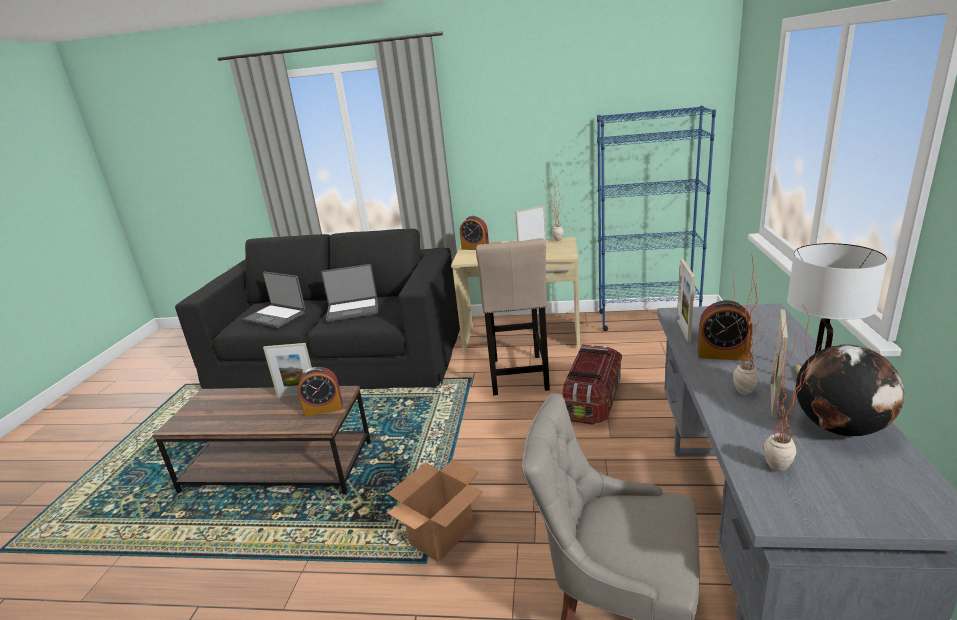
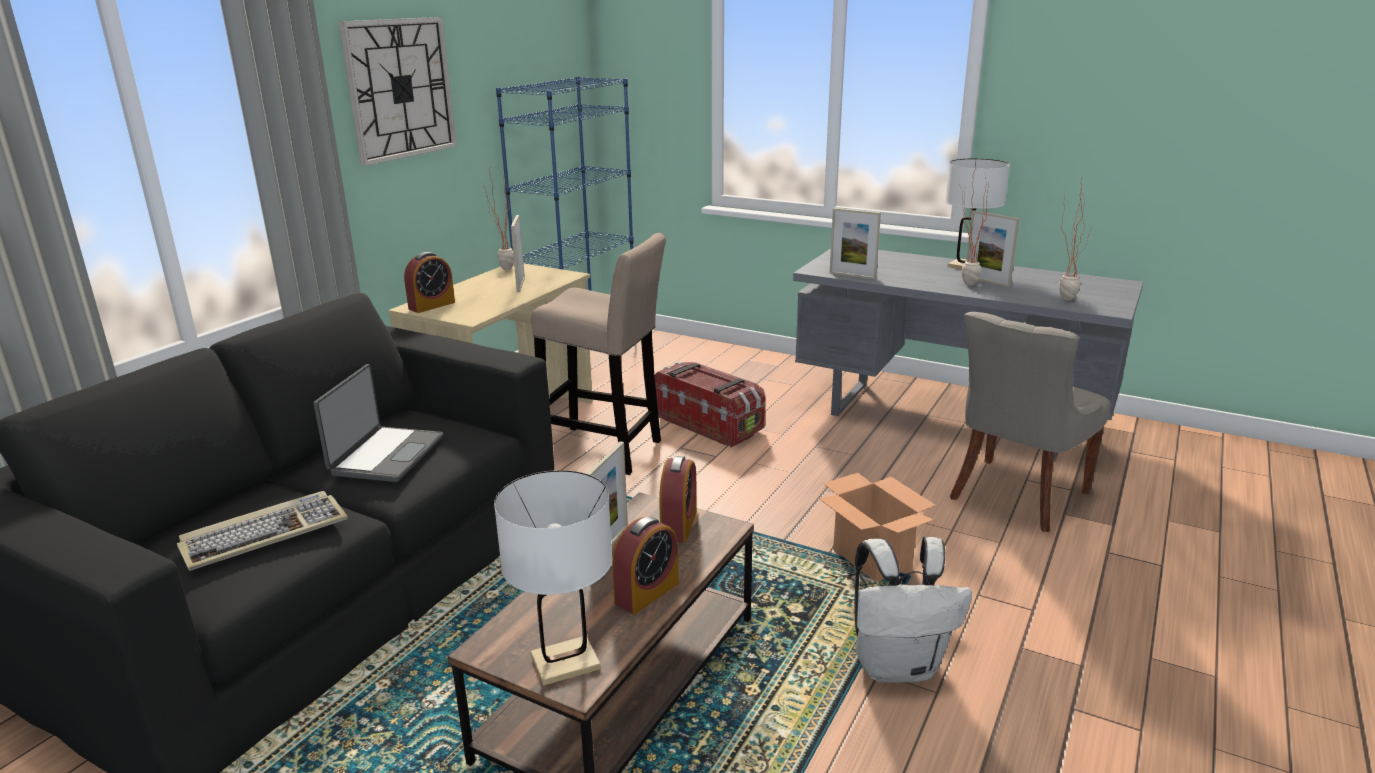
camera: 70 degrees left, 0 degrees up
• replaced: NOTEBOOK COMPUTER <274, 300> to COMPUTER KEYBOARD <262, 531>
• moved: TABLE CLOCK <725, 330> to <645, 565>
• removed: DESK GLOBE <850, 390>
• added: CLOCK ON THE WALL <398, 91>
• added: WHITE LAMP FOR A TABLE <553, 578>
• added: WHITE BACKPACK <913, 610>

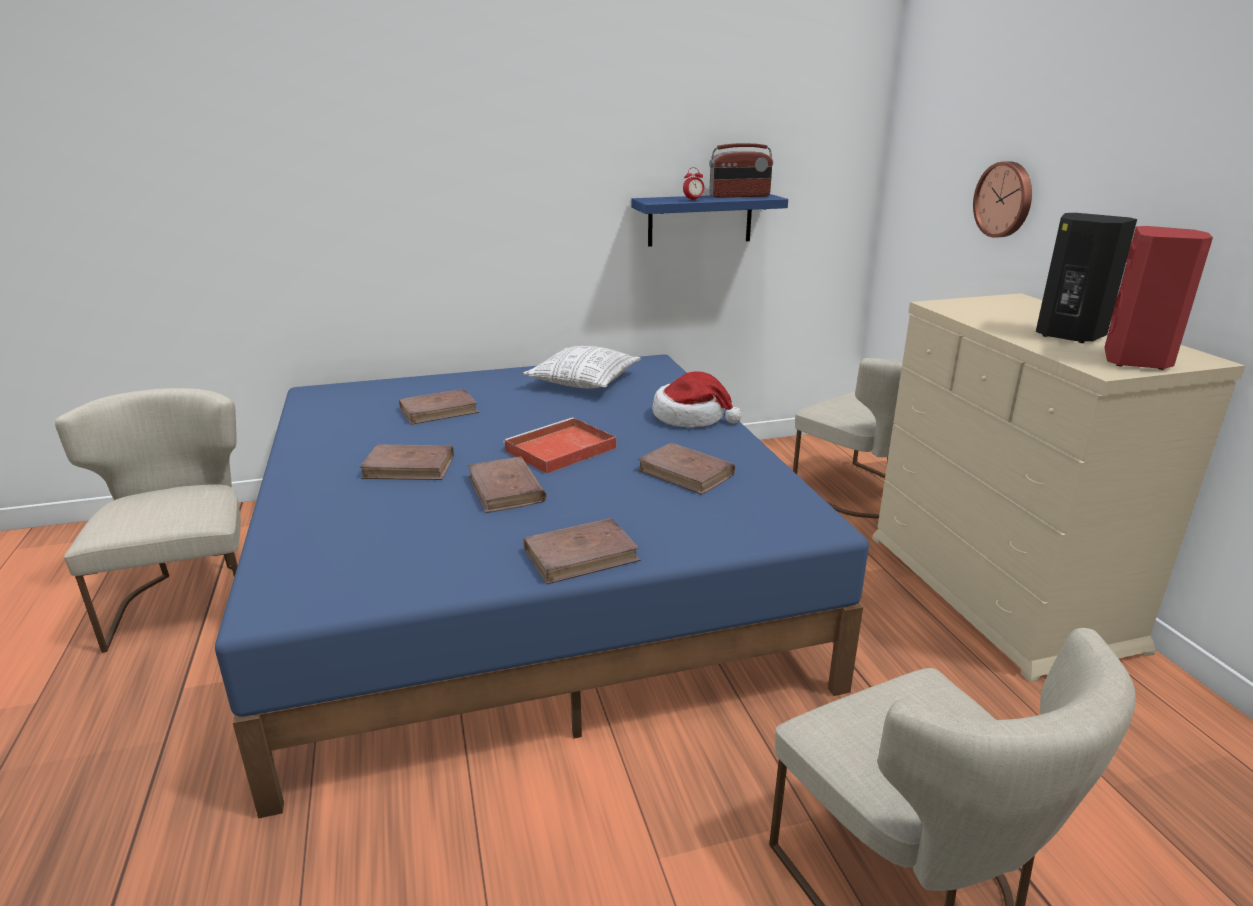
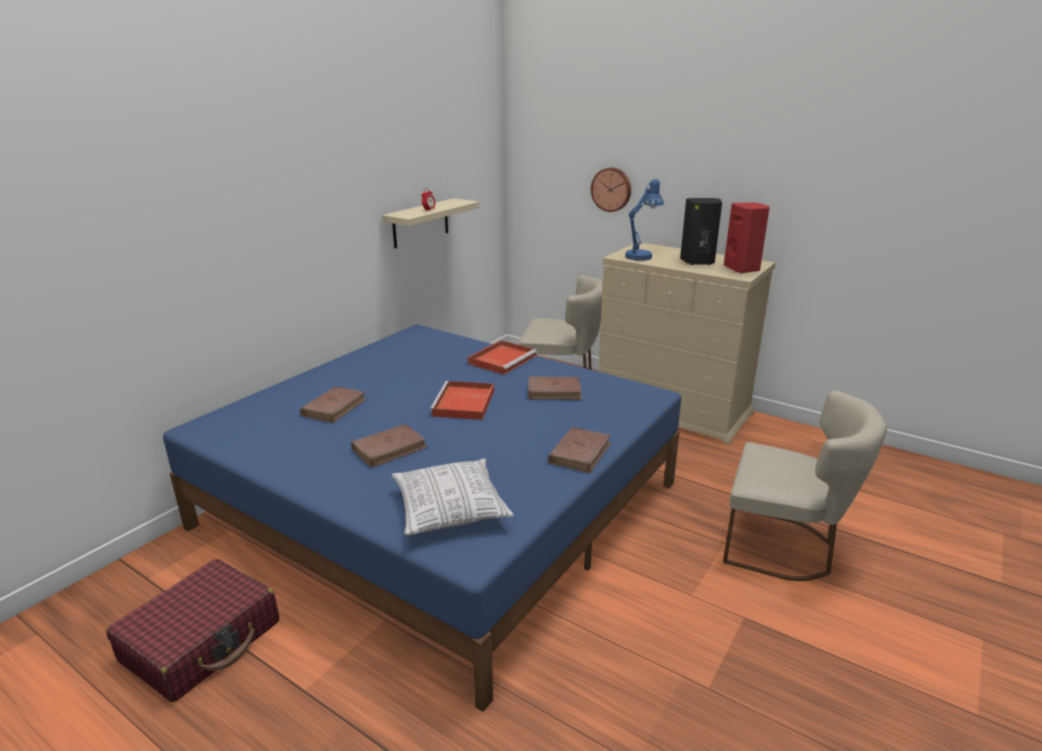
camera: 40 degrees left, 0 degrees up
• replaced: BEIGE-COLOURED CHAIR <148, 520> to RED-COLOURED TRAVEL CASE <192, 630>
• removed: BROWNISH VOLUME <506, 484>
• moved: PILLOW <582, 367> to <453, 496>
• recoloured: BLUE-COLOURED BRACKET SHELF <709, 220> to BEIGE-COLOURED BRACKET SHELF <430, 223>
• replaced: WEARABLE HAT <697, 399> to RED-COLOURED TRAY <502, 357>
• removed: RADIO SET <741, 170>
• added: BLUE-COLOURED LAMP FOR A TABLE <644, 220>

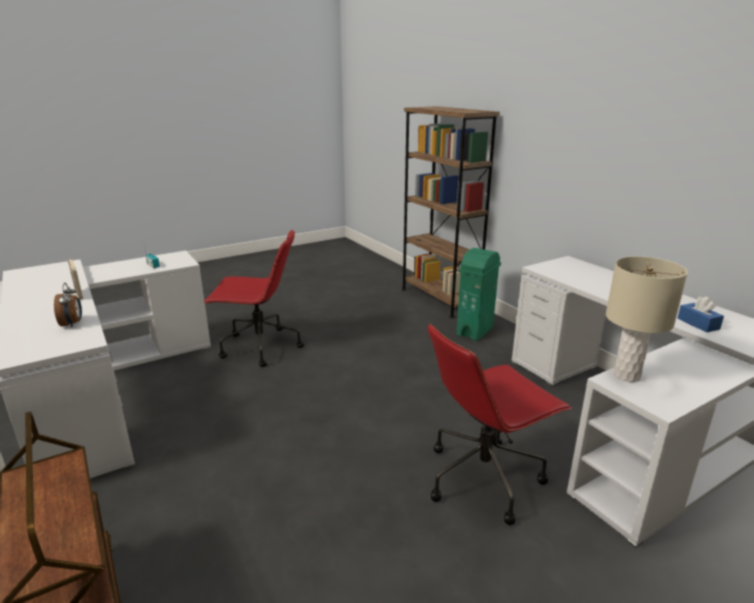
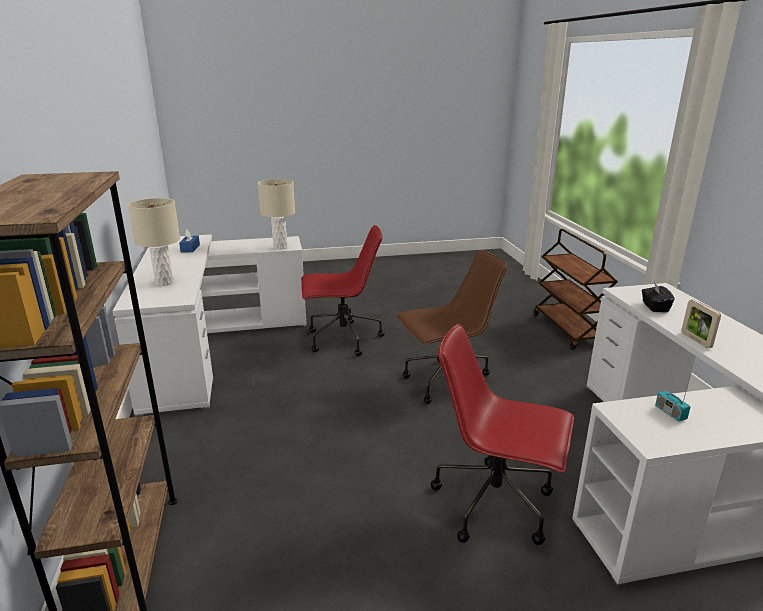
camera: 160 degrees left, 0 degrees up
• replaced: TABLE CLOCK <68, 305> to BLACKISH BOX OF TISSUES <658, 297>
• removed: GREEN-COLOURED TRASH CAN <478, 294>
• added: BEIGE-COLOURED LAMP FOR A TABLE <154, 242>
• added: BROWNISH COMPUTER CHAIR <451, 327>

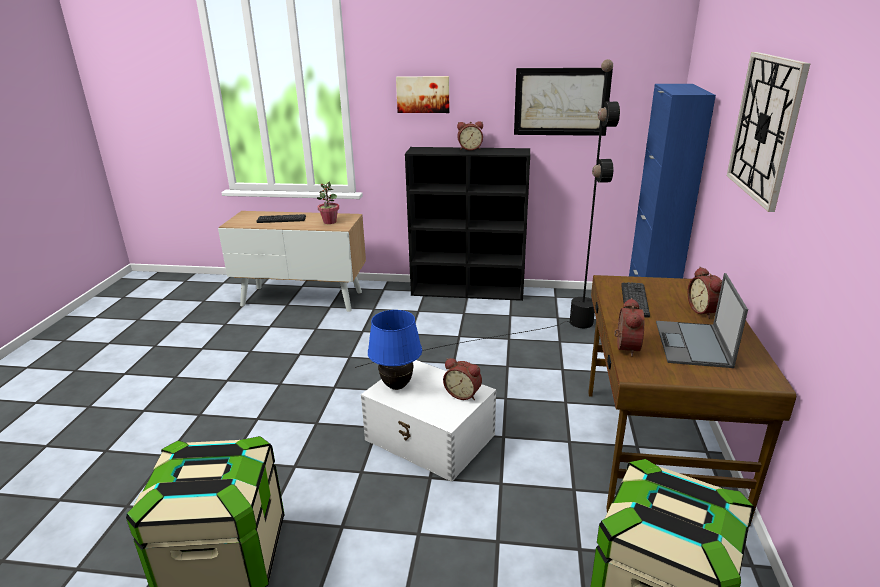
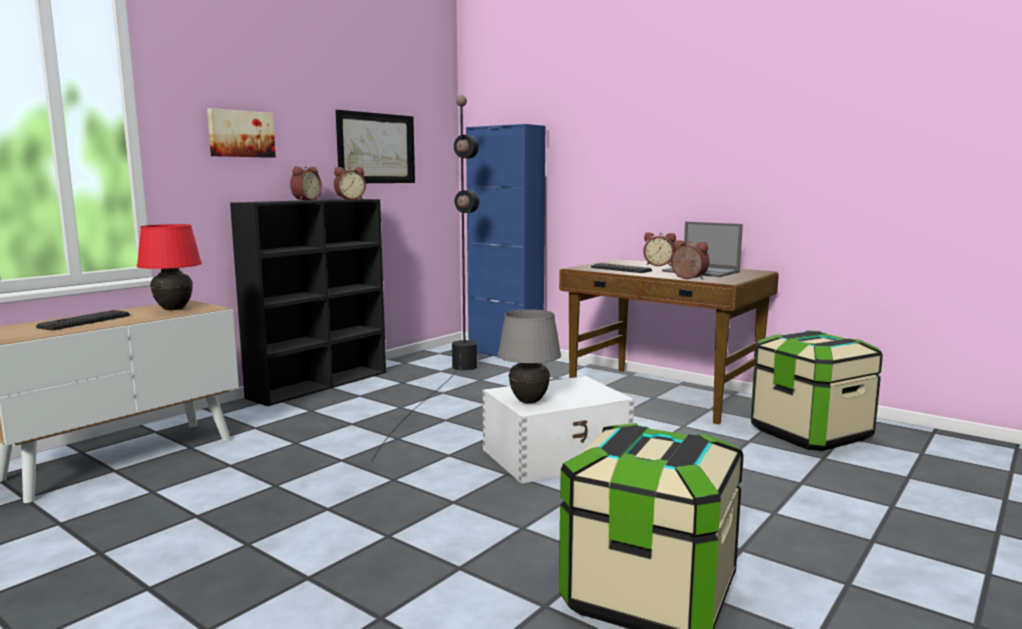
camera: 60 degrees left, 15 degrees down
• replaced: HOUSEPLANT <328, 203> to RED-COLOURED LAMP FOR A TABLE <169, 267>
• recoloured: BLUE-COLOURED LAMP FOR A TABLE <395, 350> to GREYISH LAMP FOR A TABLE <529, 356>
• moved: TABLE CLOCK <462, 379> to <350, 183>
• removed: CLOCK ON THE WALL <769, 132>

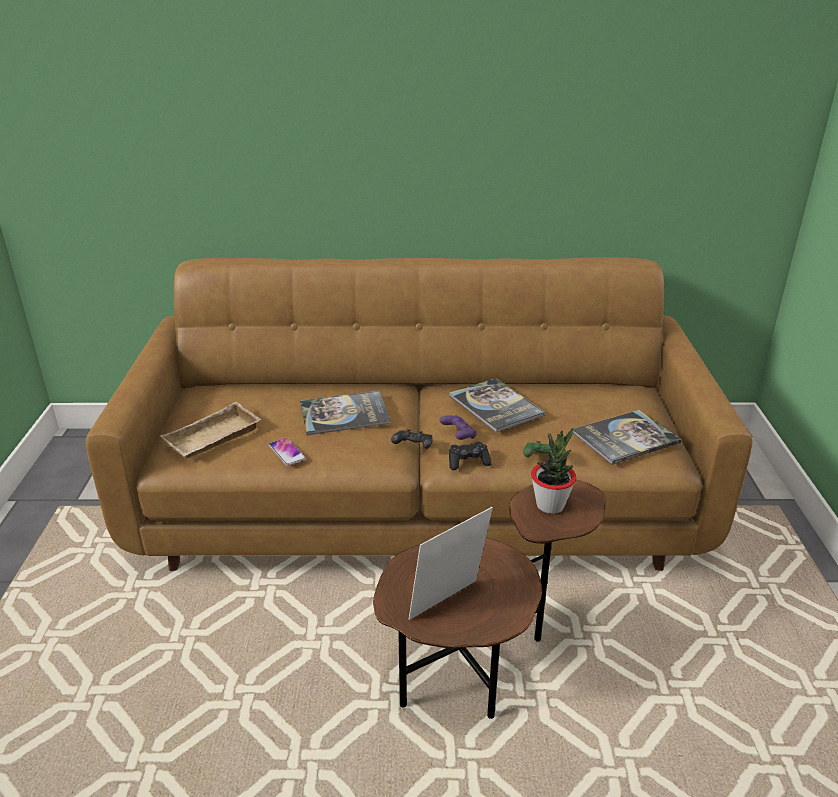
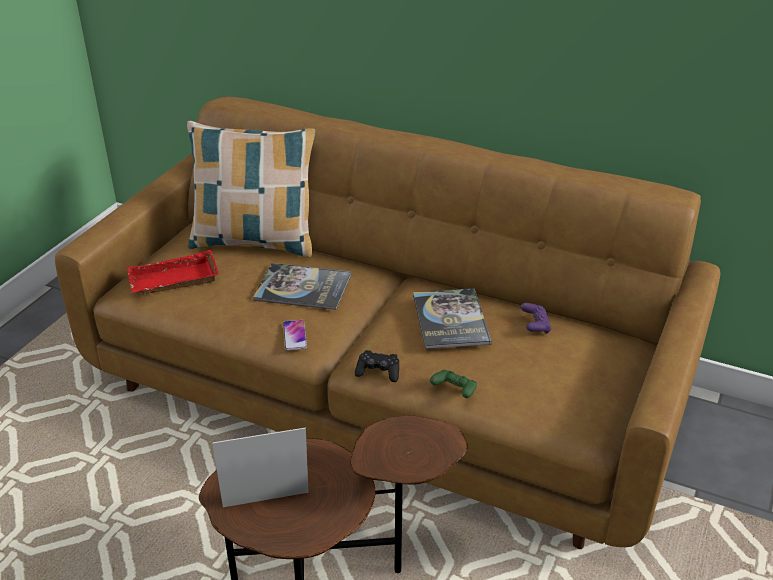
camera: 25 degrees right, 5 degrees up
• recoloured: BEIGE-COLOURED TRAY <211, 430> to RED-COLOURED TRAY <173, 272>
• moved: TELEPHONE <287, 452> to <295, 335>
• removed: BLACKISH GAMEPAD <411, 439>
• moved: PURPLE-COLOURED GAMEPAD <458, 427> to <536, 318>
• removed: HOUSEPLANT <553, 471>
• removed: VOLUME <627, 437>
• added: PILLOW <251, 189>

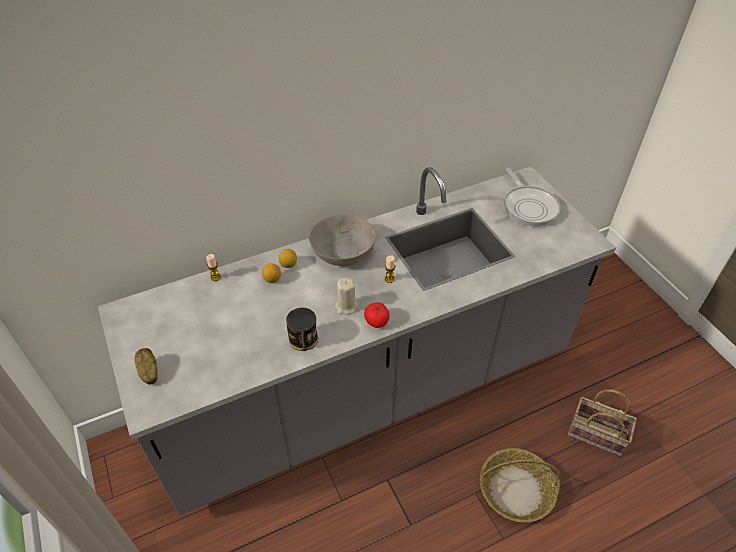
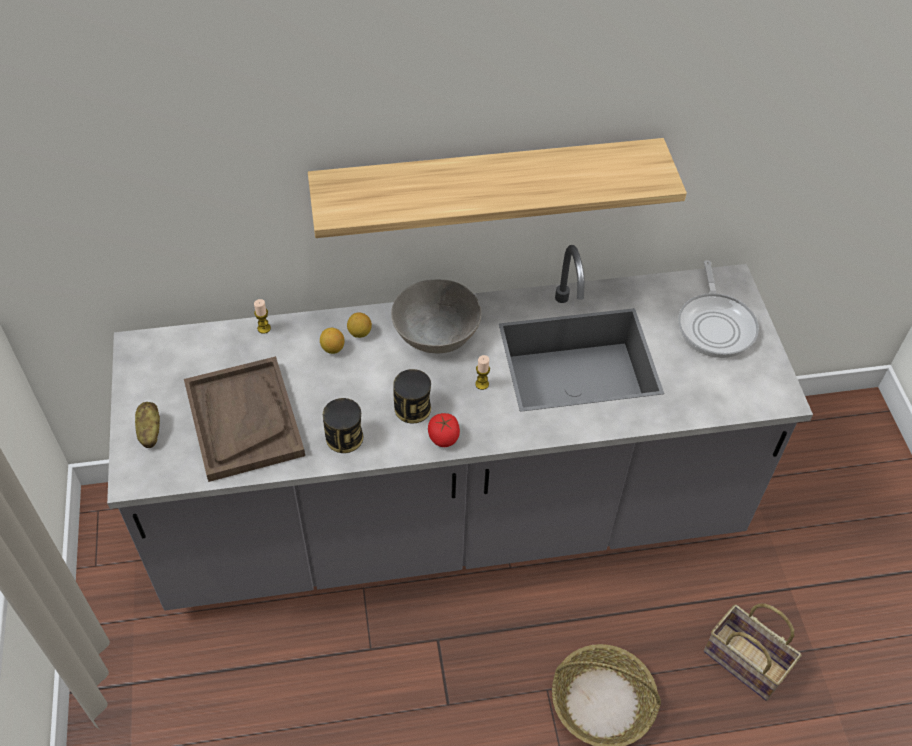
camera: 15 degrees right, 5 degrees up
• replaced: BEIGE-COLOURED WAX LIGHT <346, 296> to CAN <412, 396>
• added: BROWNISH TRAY <244, 419>
• added: BRACKET SHELF <497, 188>

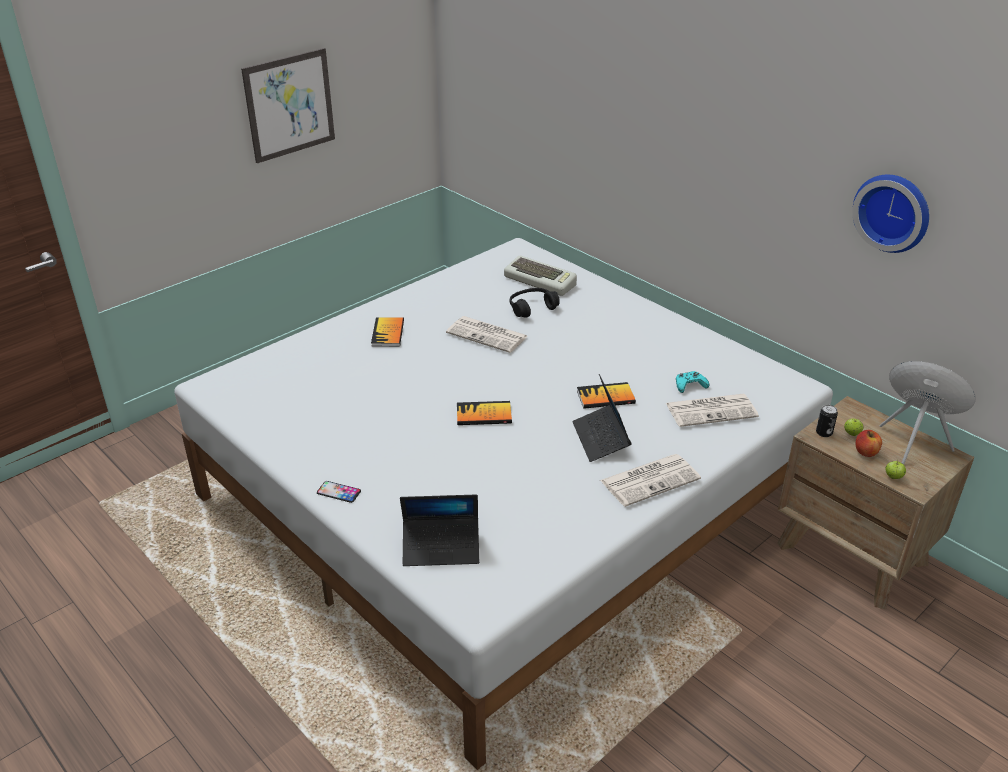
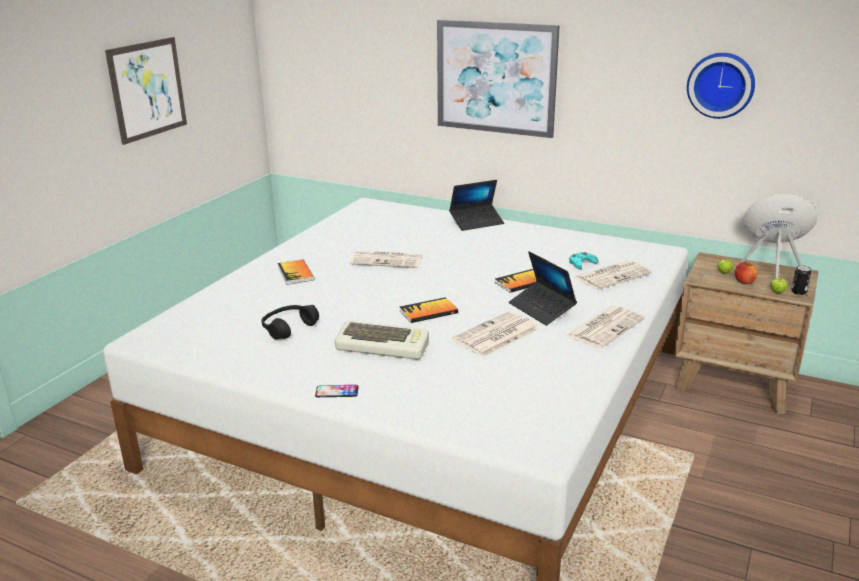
camera: 20 degrees left, 10 degrees down
• moved: NOTEBOOK COMPUTER <439, 530> to <476, 205>
• moved: COMPUTER KEYBOARD <540, 276> to <382, 340>
• moved: BLACKISH HEADSET <535, 303> to <290, 322>
• moved: CAN <827, 421> to <801, 280>
• added: PICTURE <498, 79>
• added: DAILY PAPER <495, 334>

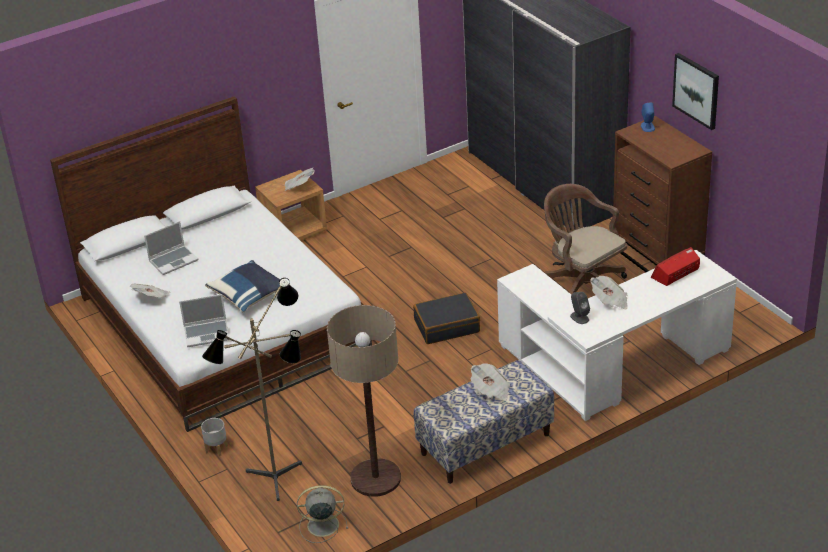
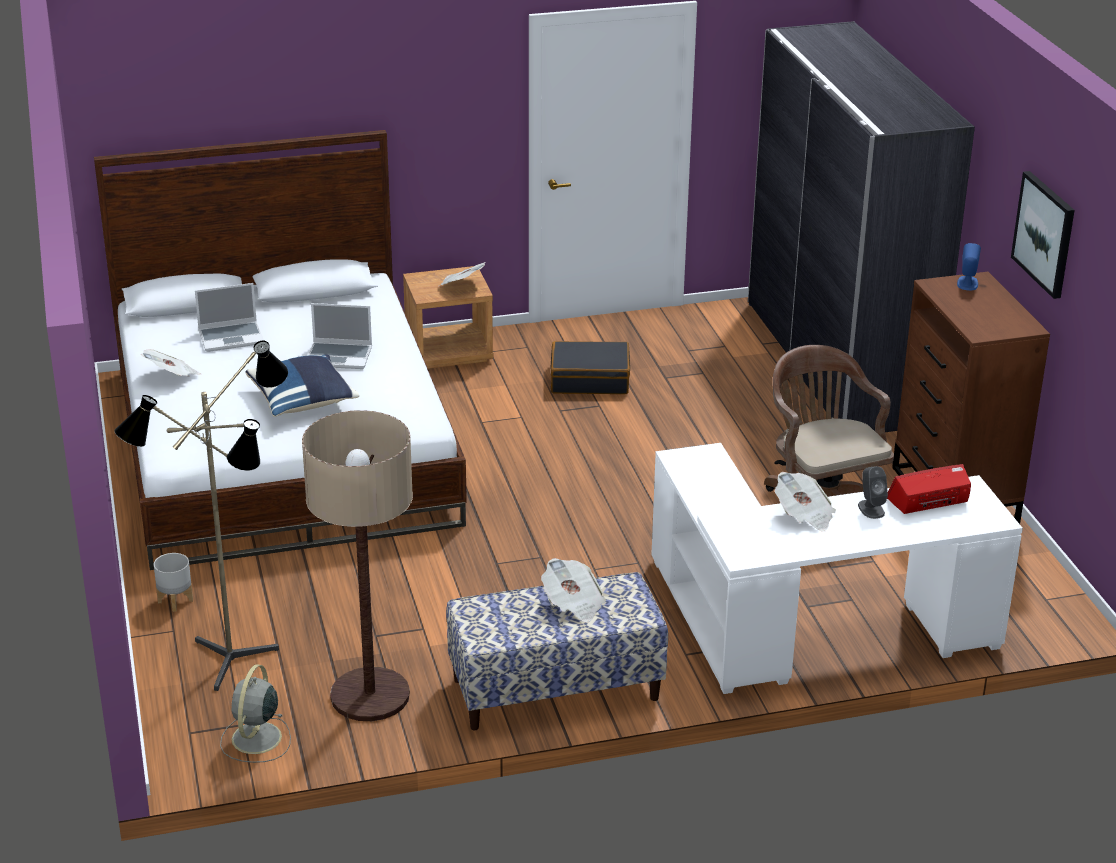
camera: 15 degrees right, 5 degrees down
• moved: NOTEBOOK COMPUTER <204, 320> to <340, 336>
• turned: GREYISH FAN <322, 514> = <255, 714> 90 degrees counterclockwise
• moved: BLACKISH TRAVEL CASE <446, 318> to <590, 367>
• moved: GREYISH LOUDSPEAKER <580, 308> to <873, 492>

